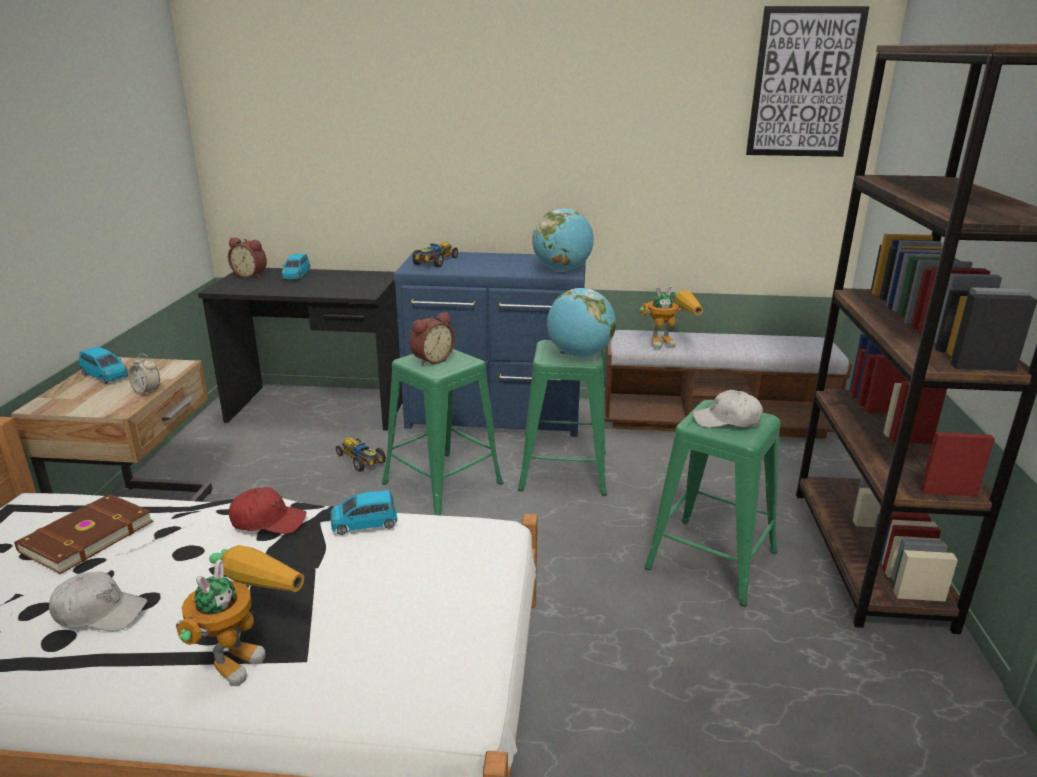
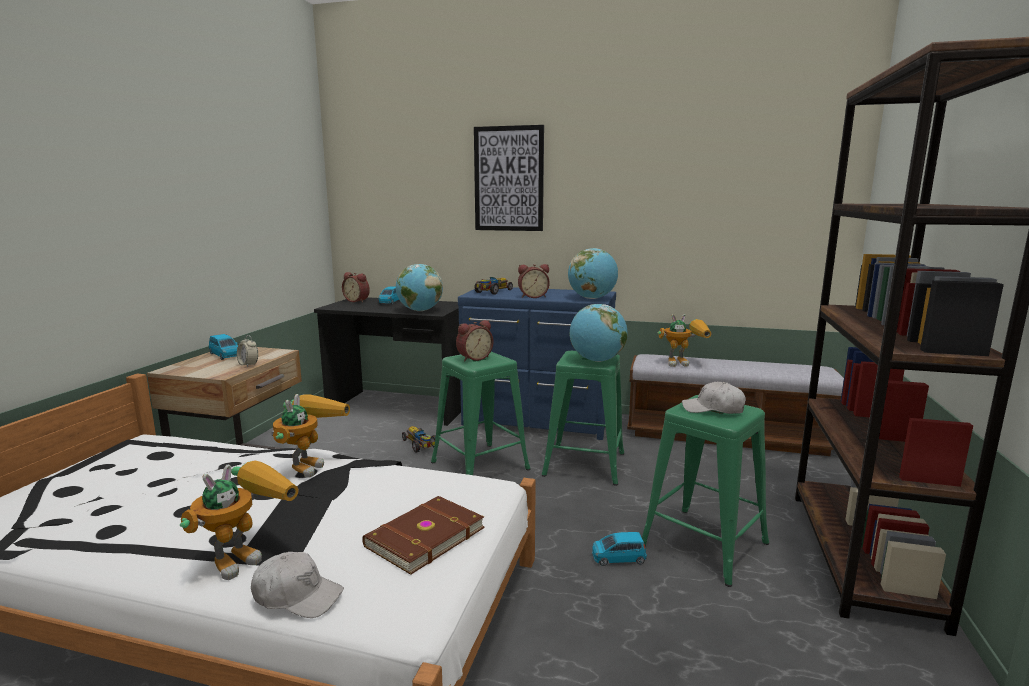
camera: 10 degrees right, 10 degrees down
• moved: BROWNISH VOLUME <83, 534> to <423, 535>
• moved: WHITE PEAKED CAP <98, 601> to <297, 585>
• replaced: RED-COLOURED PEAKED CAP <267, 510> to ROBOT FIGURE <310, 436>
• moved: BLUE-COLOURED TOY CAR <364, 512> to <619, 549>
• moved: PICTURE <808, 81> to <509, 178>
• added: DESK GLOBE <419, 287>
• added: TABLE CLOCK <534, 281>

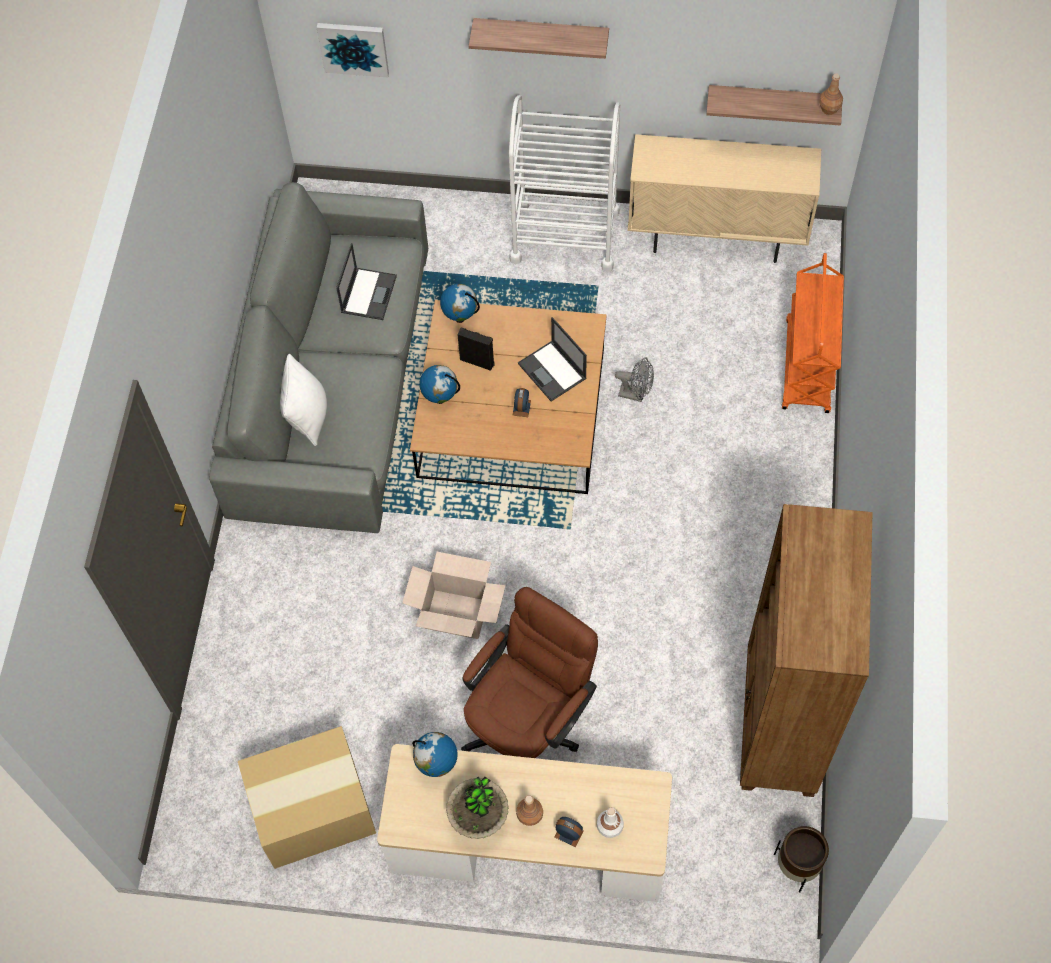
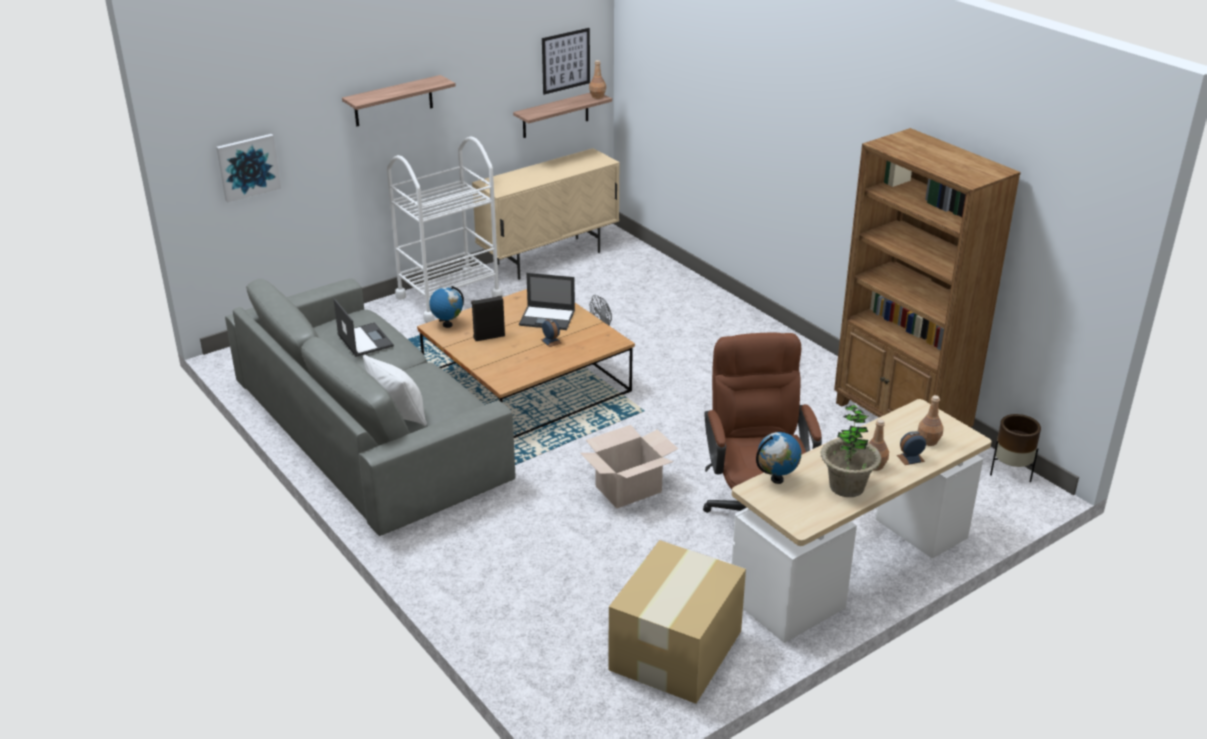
camera: 45 degrees left, 30 degrees down
• removed: DESK GLOBE <439, 384>
• recoloured: WHITE BOTTLE <610, 822> to BROWNISH BOTTLE <931, 420>
• removed: ORANGE-COLOURED TROLLEY <813, 333>
• added: PICTURE <566, 61>

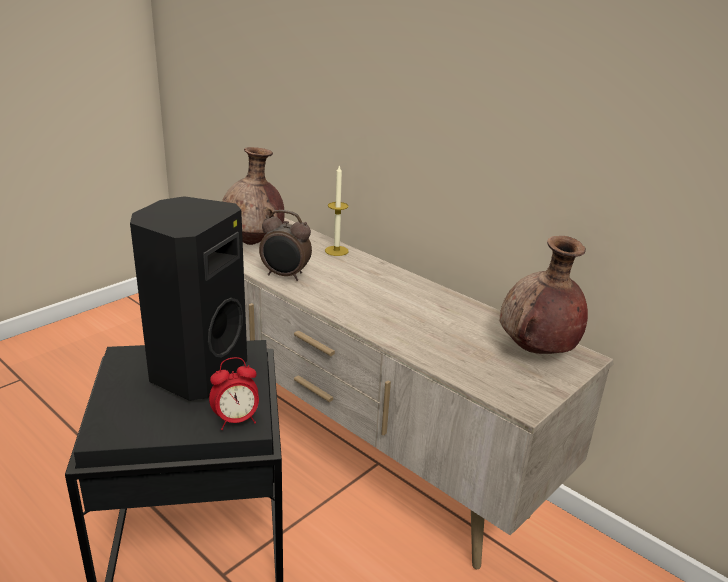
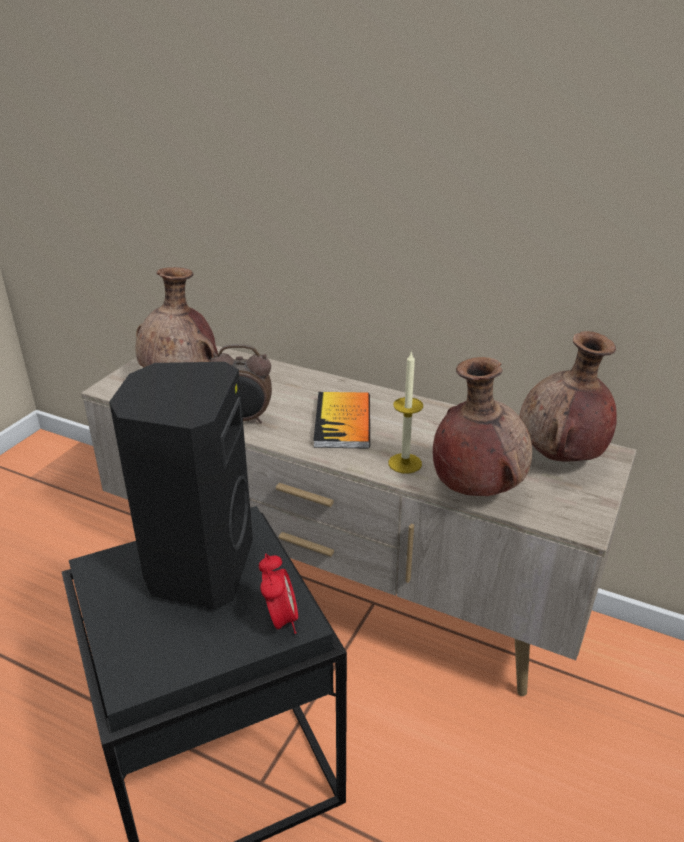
camera: 15 degrees left, 5 degrees up
• turned: TABLE CLOCK <234, 393> = <278, 594> 60 degrees counterclockwise
• moved: WAX LIGHT <336, 211> to <406, 412>
• added: VOLUME <341, 420>
• added: BROWNISH FLOWER VASE <482, 426>

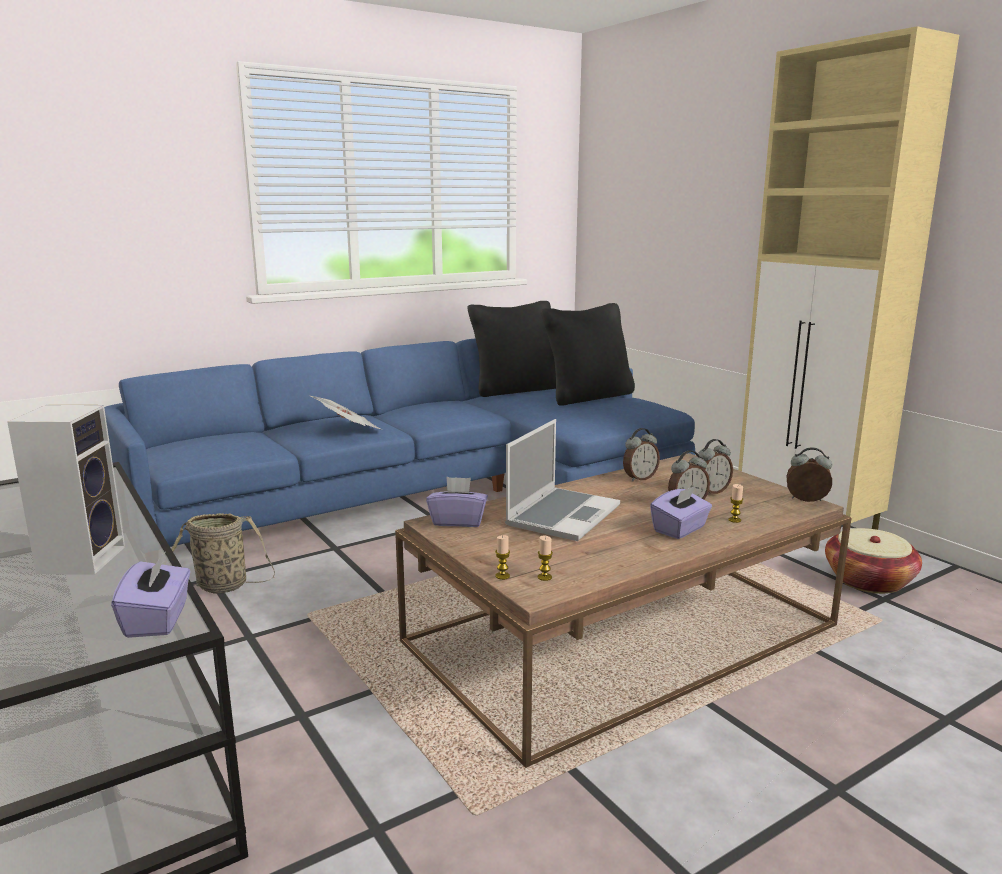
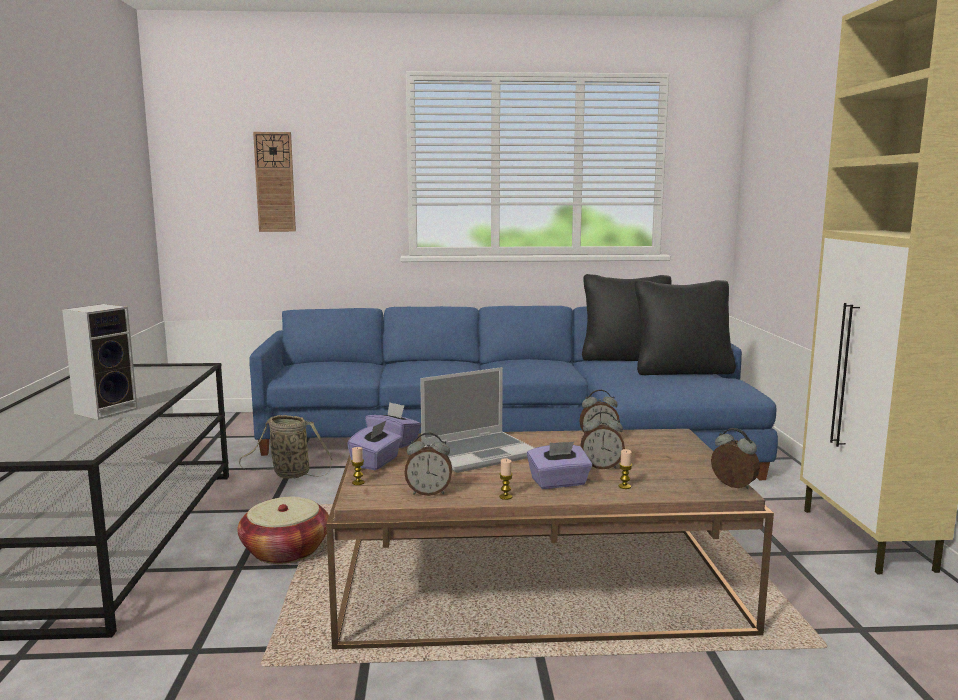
camera: 30 degrees right, 5 degrees down
• moved: PURPLE-COLOURED BOX OF TISSUES <151, 594> to <374, 445>
• removed: DAILY PAPER <346, 412>
• moved: WAX LIGHT <545, 558> to <506, 479>
• moved: TABLE CLOCK <715, 466> to <428, 464>
• moved: STORAGE BASKET <873, 561> to <283, 530>
• added: CLOCK ON THE WALL <274, 182>

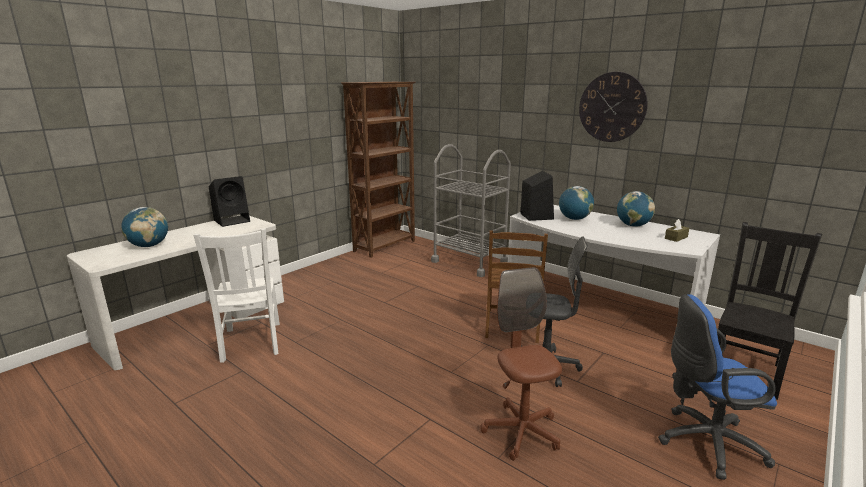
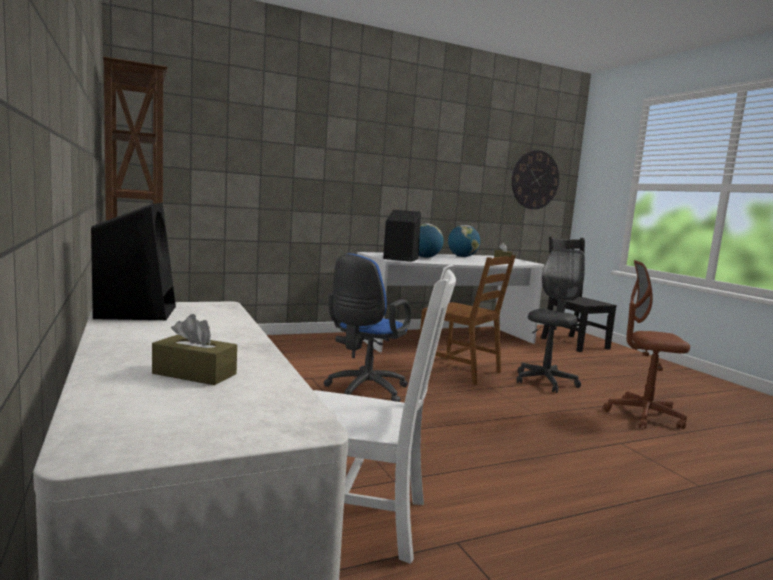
camera: 65 degrees left, 10 degrees down
• replaced: DESK GLOBE <144, 227> to BROWNISH BOX OF TISSUES <194, 349>
• removed: GREYISH TROLLEY <471, 210>
• moved: CLOCK ON THE WALL <613, 107> to <535, 179>
• moved: BLUE-COLOURED COMPUTER CHAIR <717, 387> to <367, 328>

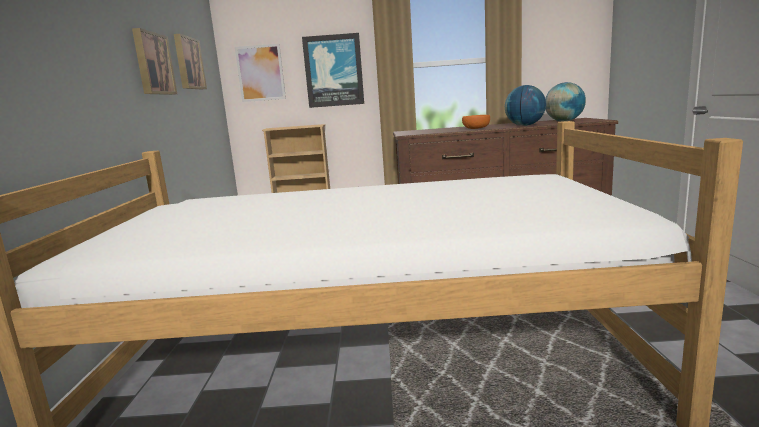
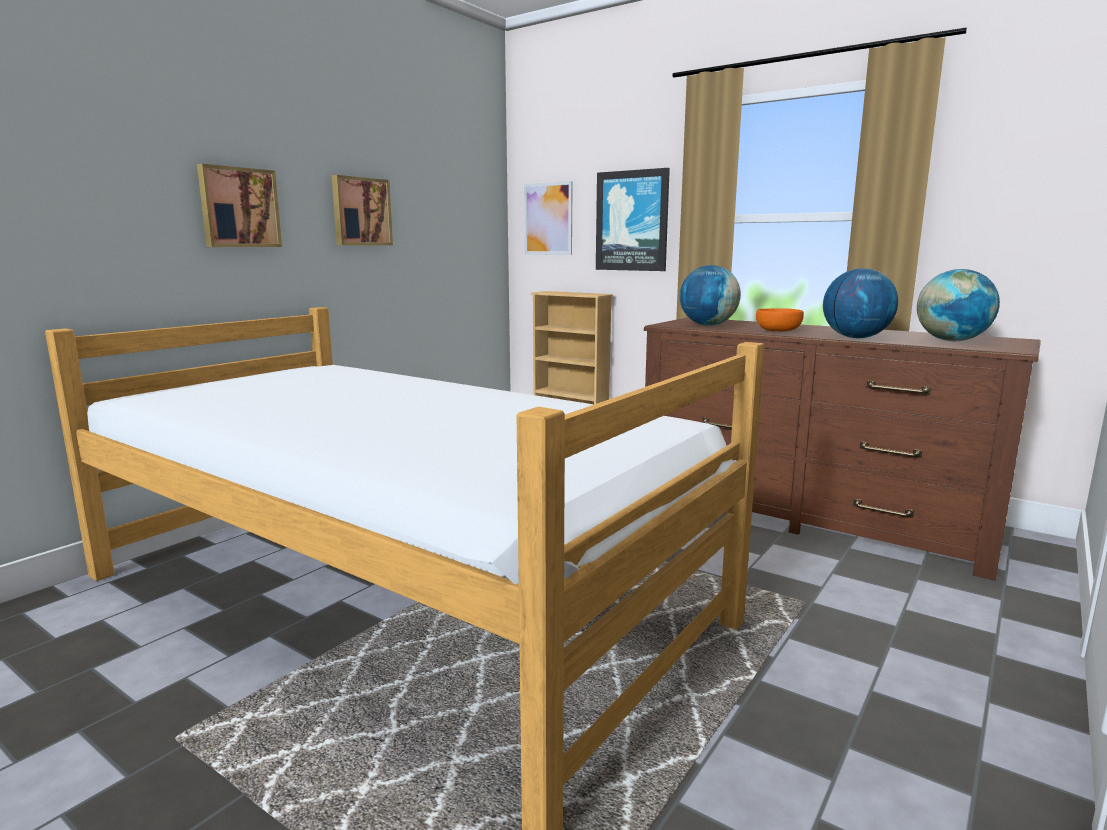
camera: 35 degrees right, 0 degrees up
• moved: PICTURE <190, 62> to <239, 205>
• added: DESK GLOBE <710, 295>

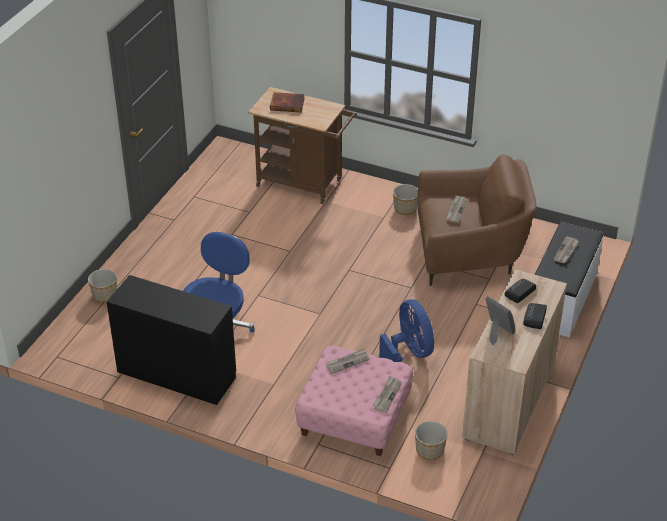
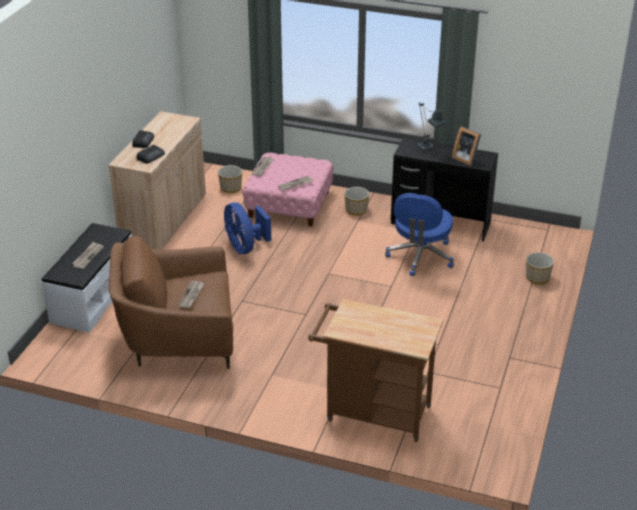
camera: 175 degrees right, 5 degrees down
• removed: VOLUME <287, 102>
• moved: FLOWER POT <405, 199> to <356, 201>
• moved: STANDING FRAME <500, 320> to <466, 146>
• added: LAMP FOR A TABLE <431, 127>

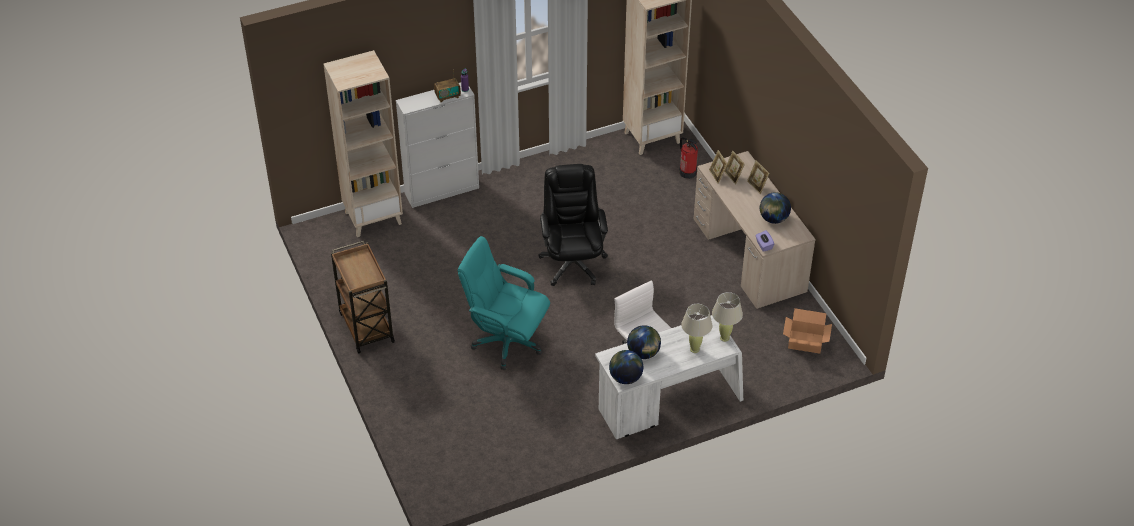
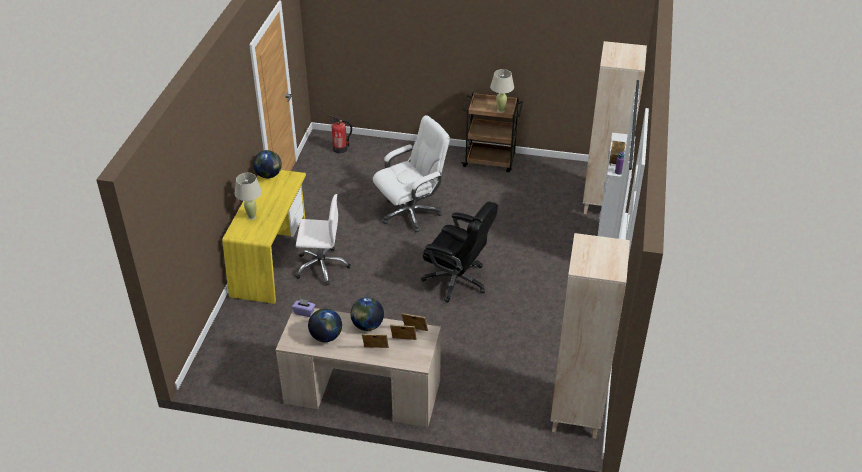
camera: 125 degrees right, 5 degrees down
• recoloured: TURQUOISE-COLOURED COMPUTER CHAIR <504, 303> to WHITE COMPUTER CHAIR <411, 173>
• recoloured: WHITE DESK <669, 377> to YELLOWISH DESK <264, 237>
• moved: DESK GLOBE <644, 342> to <367, 314>
• moved: EXTINGUISHER <688, 158> to <340, 134>
• moved: BEIGE-COLOURED LAMP FOR A TABLE <727, 317> to <502, 91>
• removed: CARDBOARD BOX <807, 331>

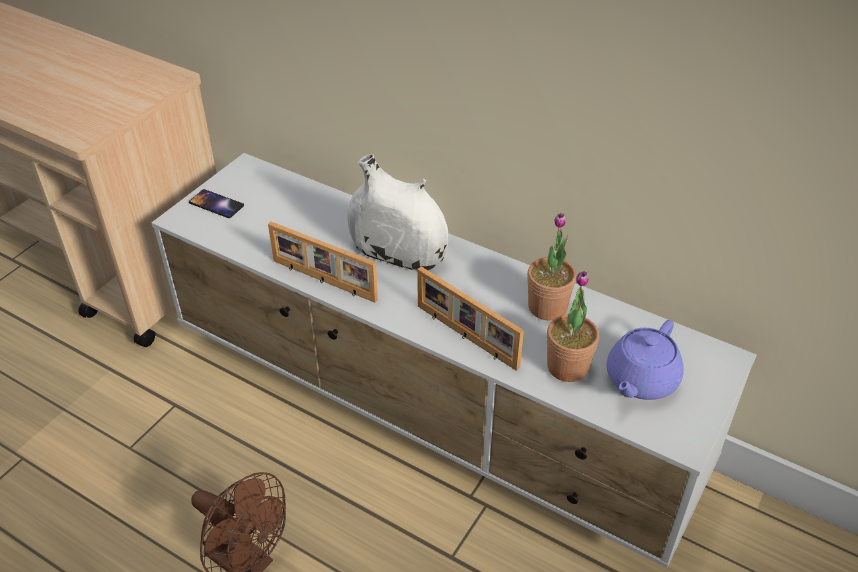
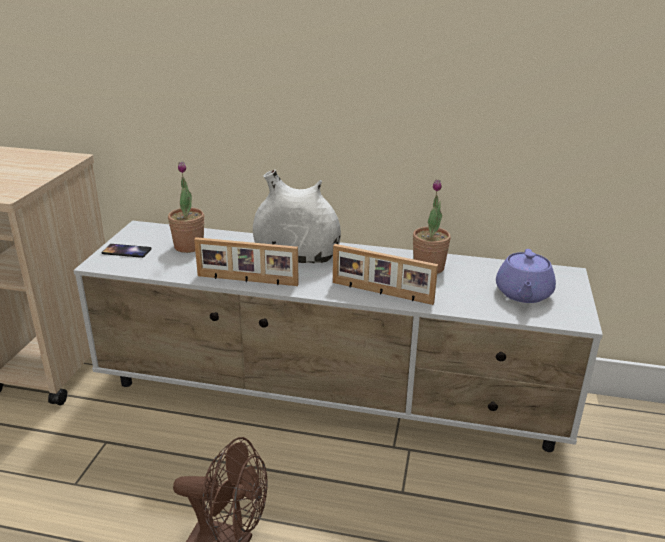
camera: 20 degrees left, 15 degrees down
• moved: HOUSEPLANT <573, 326> to <186, 207>

